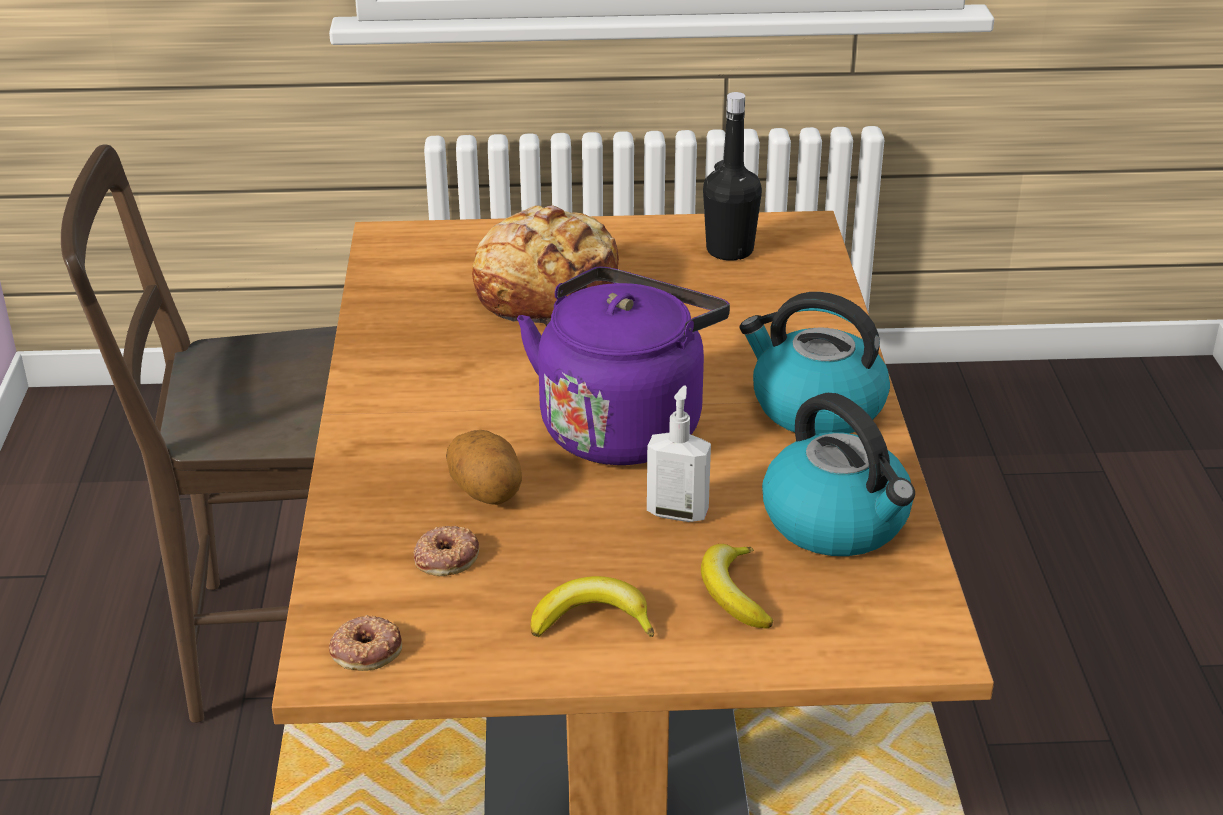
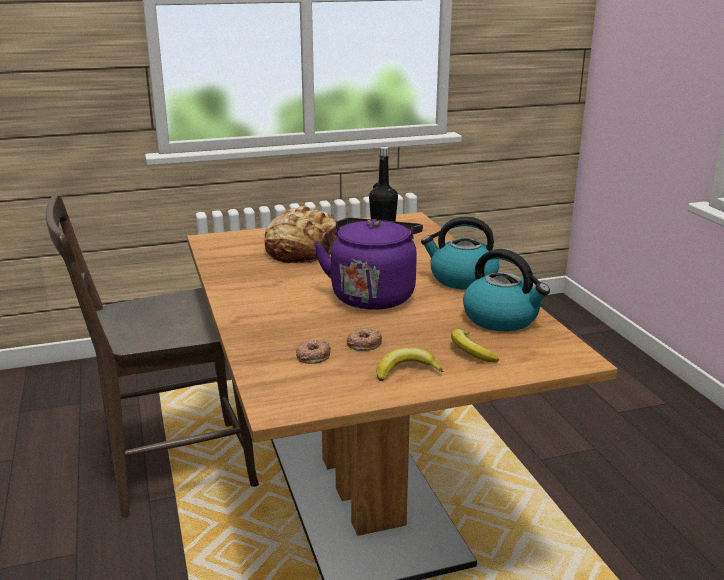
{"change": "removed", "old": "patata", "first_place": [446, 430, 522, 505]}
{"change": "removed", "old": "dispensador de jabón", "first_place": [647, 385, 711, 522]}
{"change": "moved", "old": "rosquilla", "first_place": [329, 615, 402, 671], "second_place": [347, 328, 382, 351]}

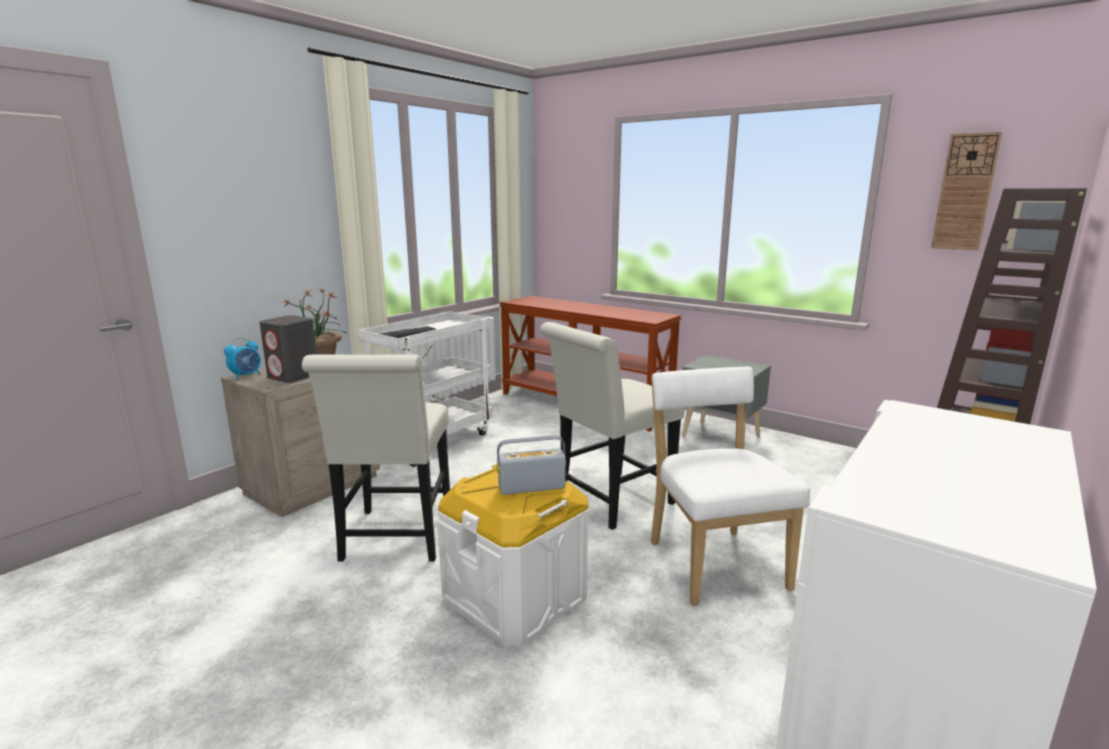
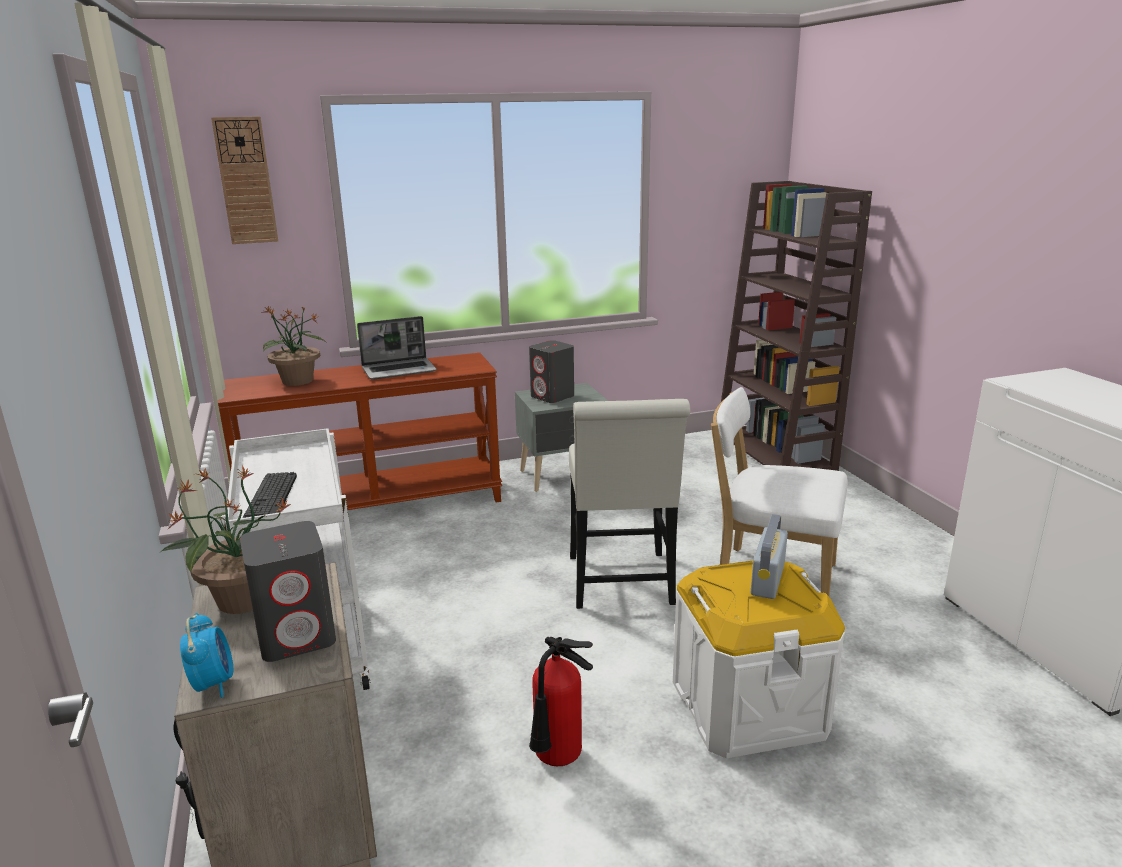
{"change": "added", "new": "planta en maceta", "second_place": [263, 306, 327, 386]}
{"change": "added", "new": "portátil", "second_place": [357, 316, 437, 380]}
{"change": "added", "new": "altavoz/gris", "second_place": [529, 340, 574, 403]}
{"change": "moved", "old": "reloj de pared", "first_place": [931, 132, 1002, 250], "second_place": [211, 117, 278, 244]}
{"change": "replaced", "old": "silla/blanco", "new": "extintor", "first_place": [302, 355, 450, 561], "second_place": [529, 637, 593, 766]}

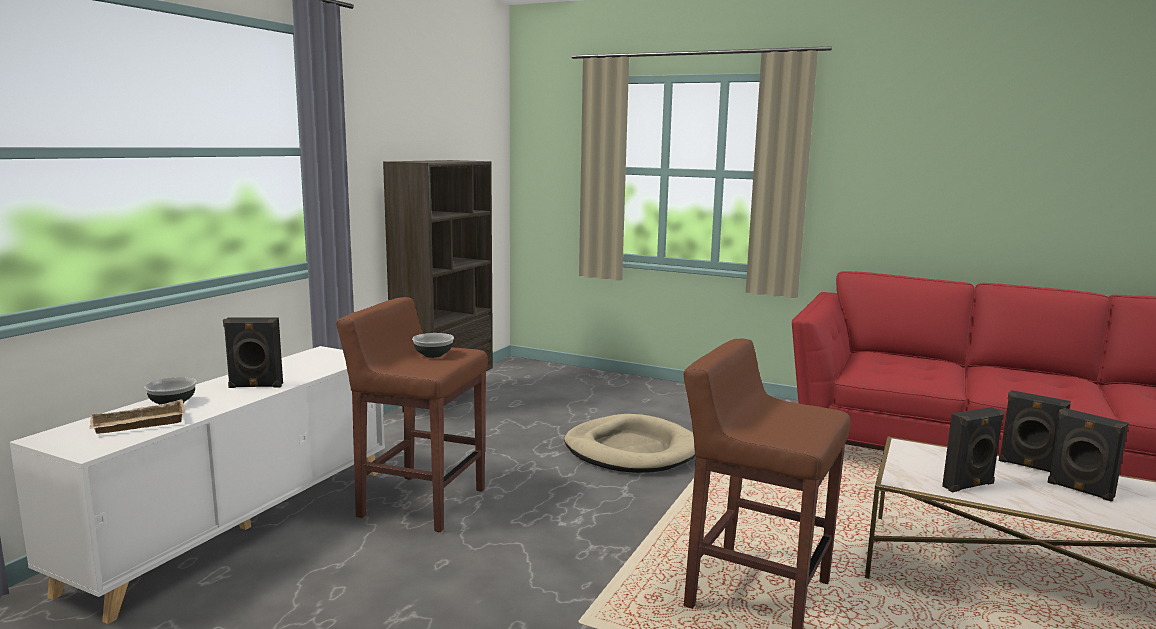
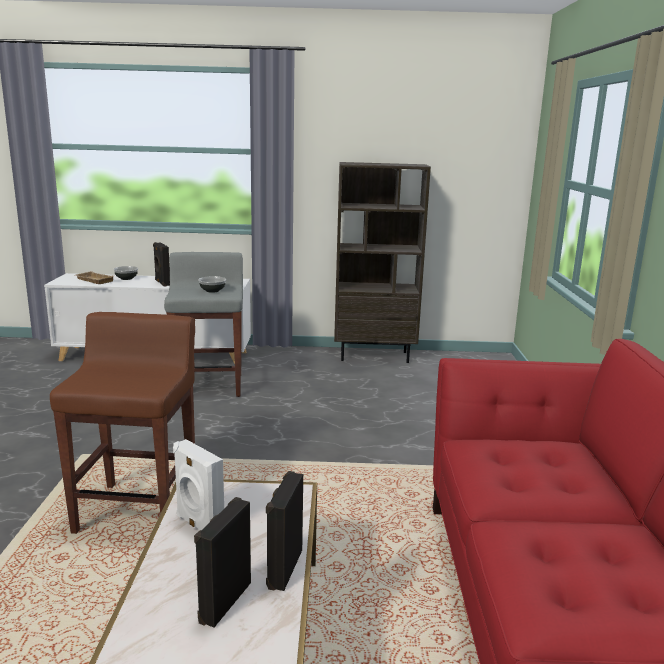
{"change": "removed", "old": "cama para perro/beis", "first_place": [564, 414, 695, 473]}
{"change": "recoloured", "old": "taburete/marrón", "new": "taburete/gris", "first_place": [337, 297, 488, 532], "second_place": [164, 252, 243, 397]}
{"change": "recoloured", "old": "altavoz/negro", "new": "altavoz/blanco", "first_place": [942, 407, 1004, 492], "second_place": [173, 439, 224, 530]}

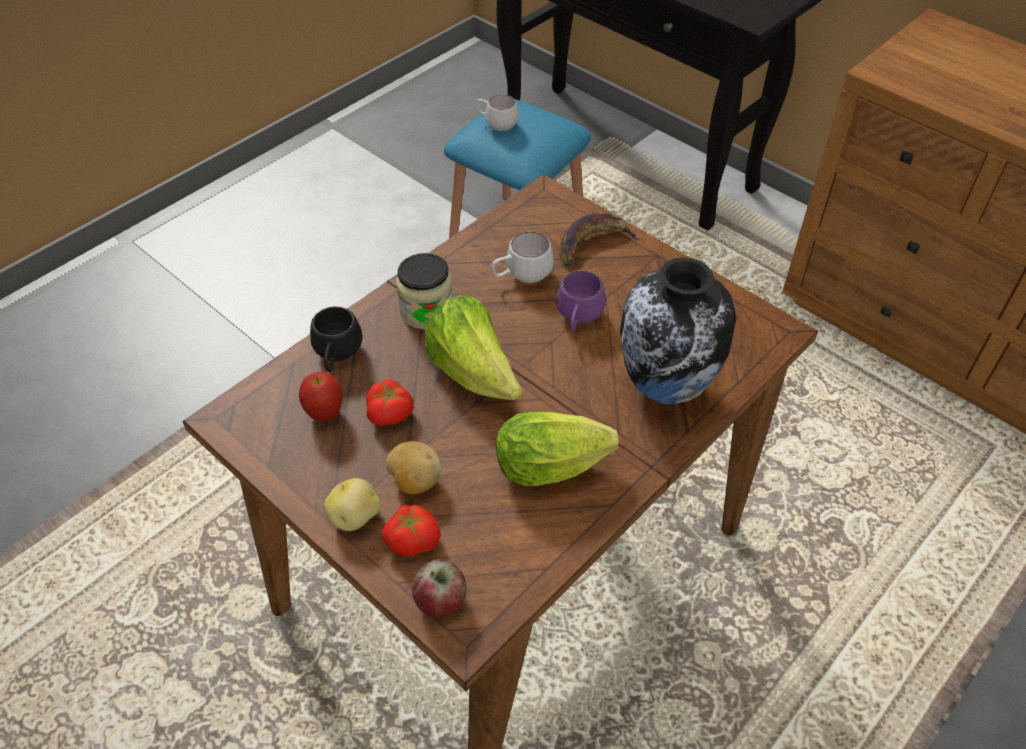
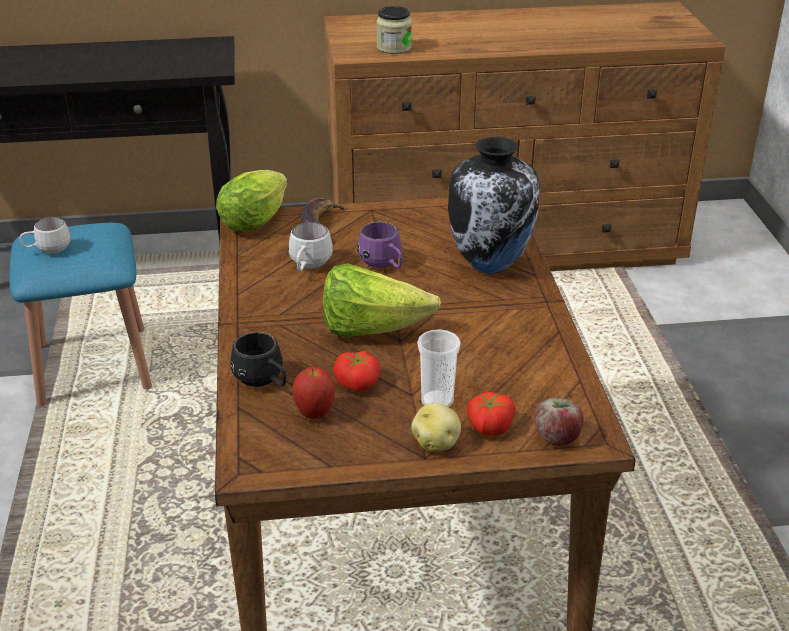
{"change": "moved", "old": "tarro", "first_place": [396, 253, 453, 329], "second_place": [376, 6, 412, 54]}
{"change": "moved", "old": "lechuga", "first_place": [496, 412, 619, 486], "second_place": [216, 170, 287, 232]}
{"change": "replaced", "old": "patata", "new": "taza", "first_place": [386, 441, 441, 494], "second_place": [417, 329, 461, 407]}

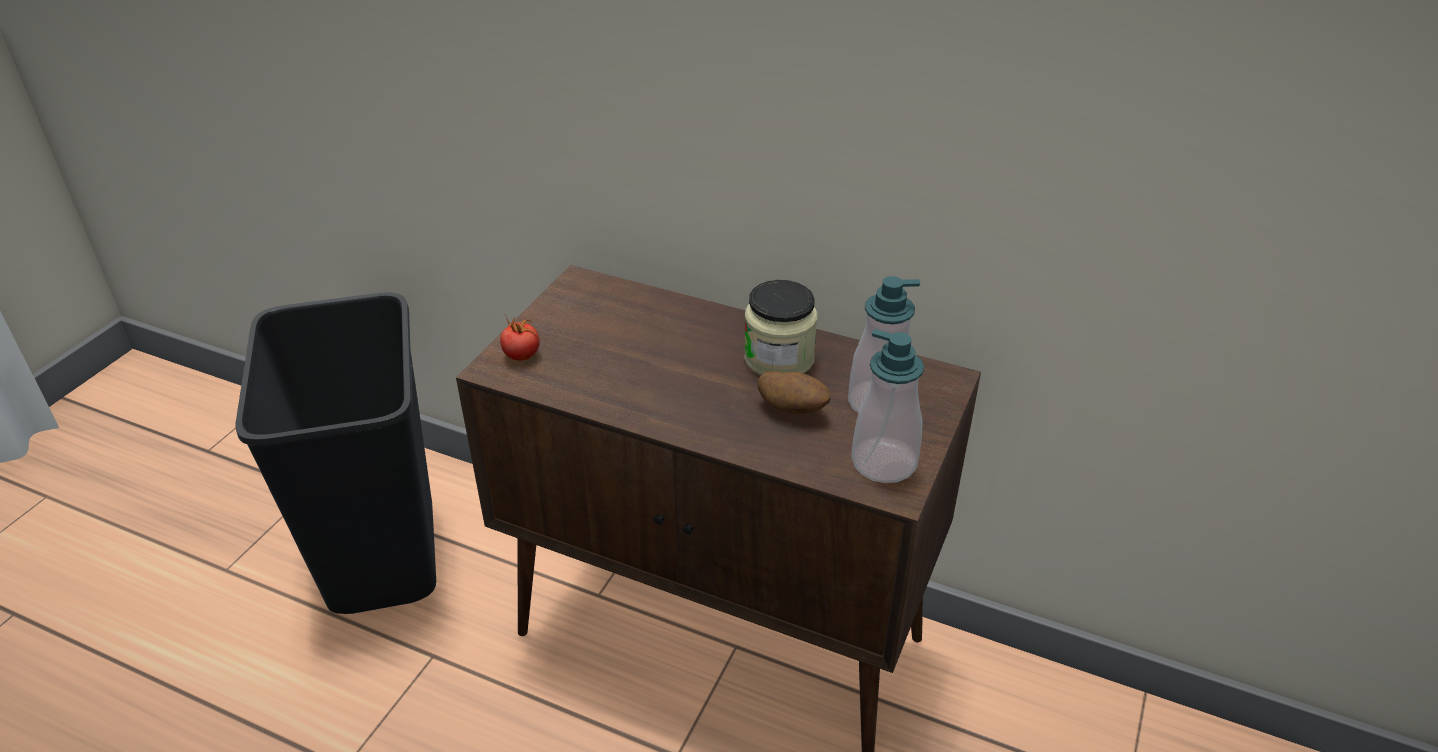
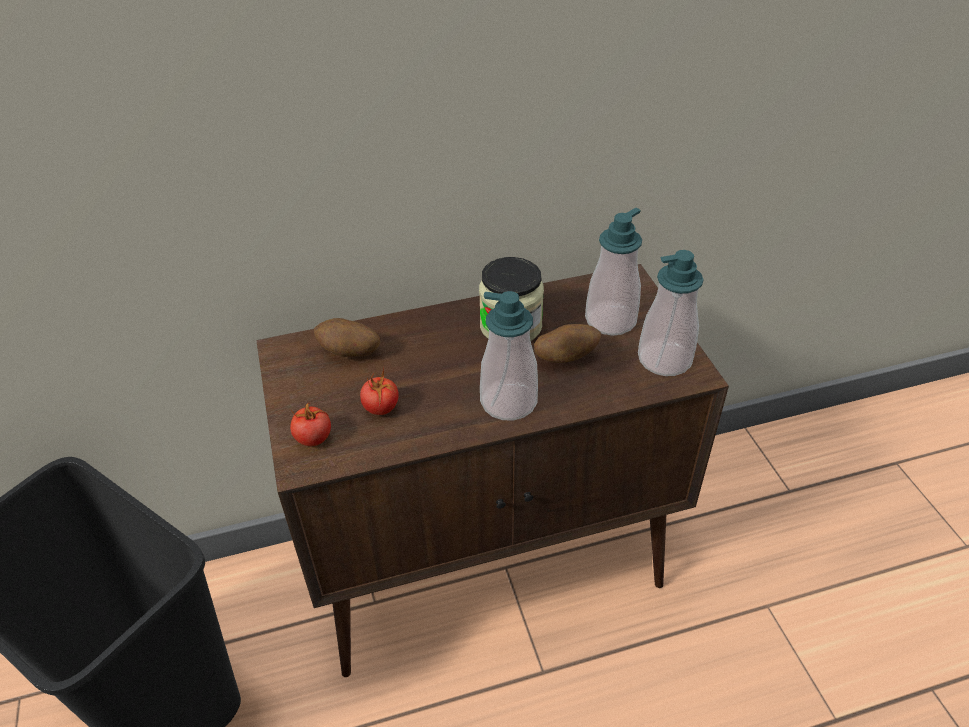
{"change": "added", "new": "patata", "second_place": [314, 318, 380, 357]}
{"change": "added", "new": "tomate", "second_place": [360, 367, 399, 415]}
{"change": "added", "new": "dispensador de jabón", "second_place": [480, 291, 538, 420]}

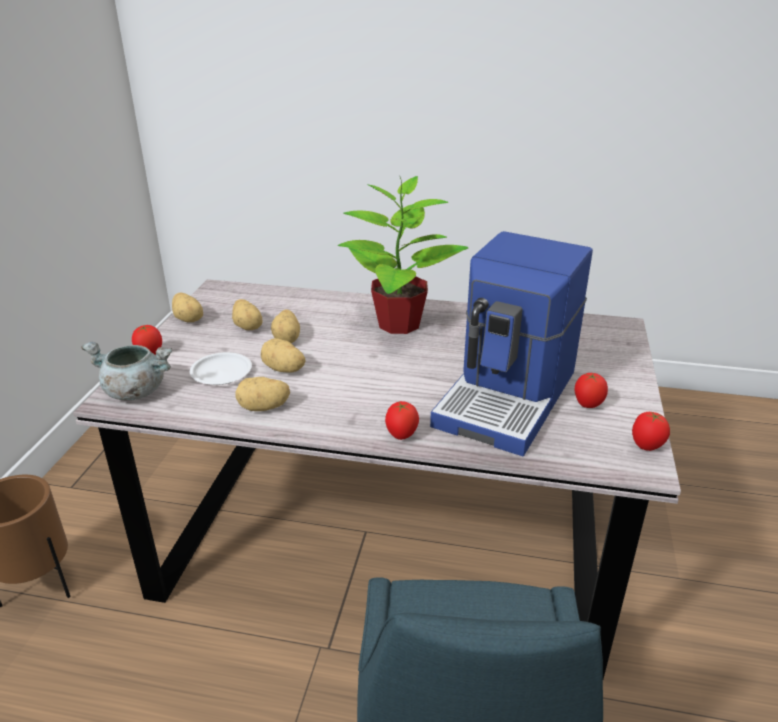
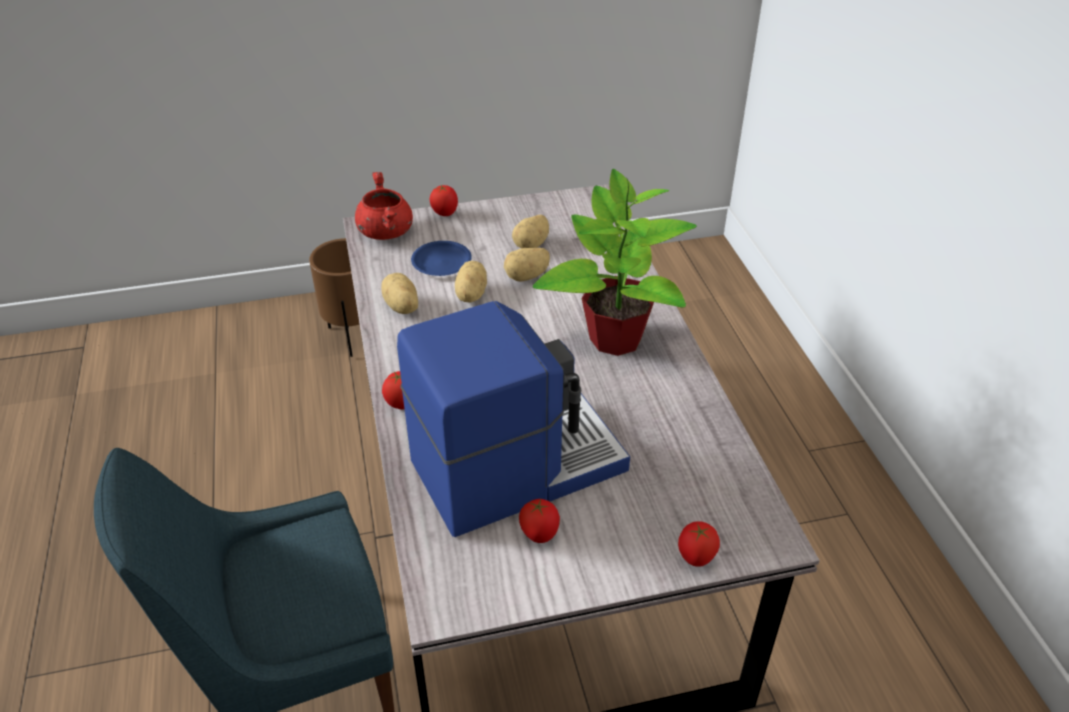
{"change": "removed", "old": "patata", "first_place": [172, 293, 203, 322]}
{"change": "moved", "old": "tomate", "first_place": [632, 412, 670, 451], "second_place": [678, 521, 720, 567]}
{"change": "recoloured", "old": "olla/gris", "new": "olla/rojo", "first_place": [81, 342, 172, 401], "second_place": [355, 172, 413, 240]}
{"change": "recoloured", "old": "plato/blanco", "new": "plato/azul", "first_place": [190, 352, 252, 385], "second_place": [411, 241, 472, 276]}
{"change": "turned", "old": "cafetera", "first_place": [430, 231, 593, 456], "second_place": [397, 301, 630, 537], "degrees": 150}

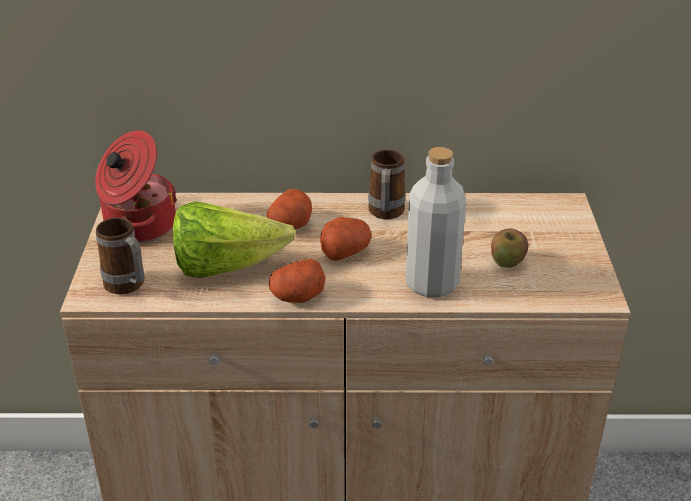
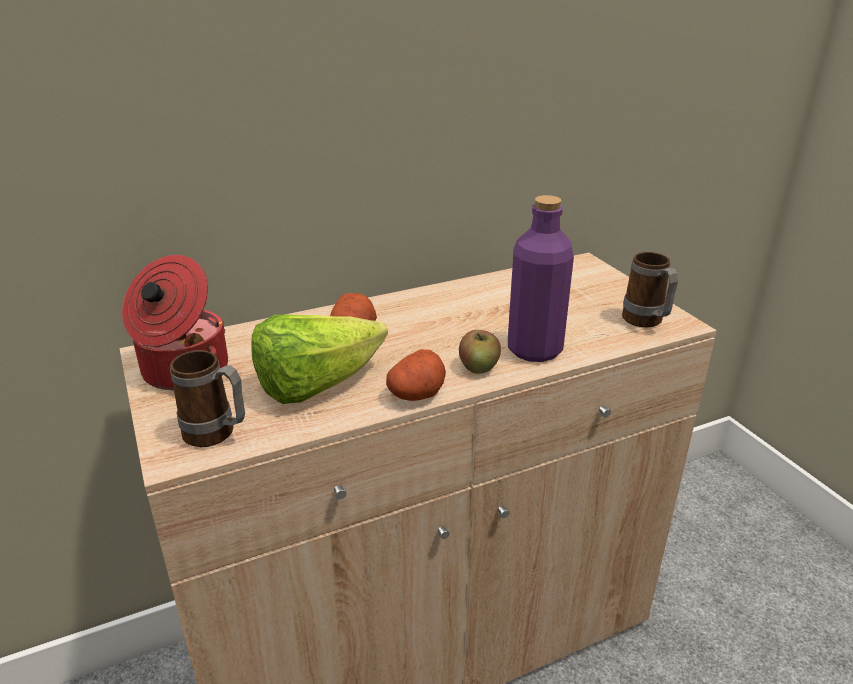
{"change": "removed", "old": "patata", "first_place": [320, 217, 372, 261]}
{"change": "moved", "old": "taza grande", "first_place": [368, 150, 406, 219], "second_place": [622, 252, 678, 328]}
{"change": "moved", "old": "manzana", "first_place": [491, 228, 528, 268], "second_place": [459, 330, 501, 374]}
{"change": "recoloured", "old": "botella/gris", "new": "botella/morado", "first_place": [406, 147, 466, 298], "second_place": [508, 195, 574, 362]}

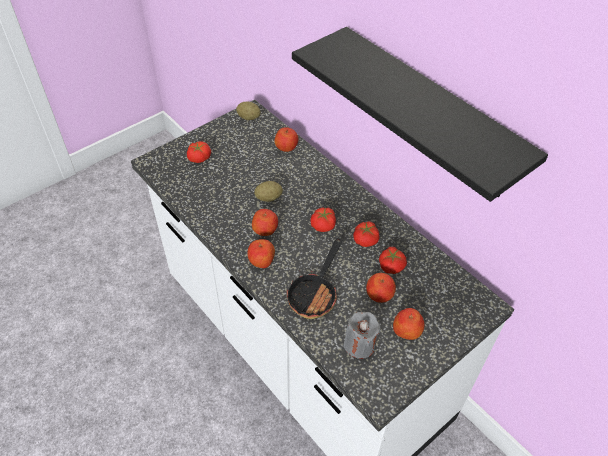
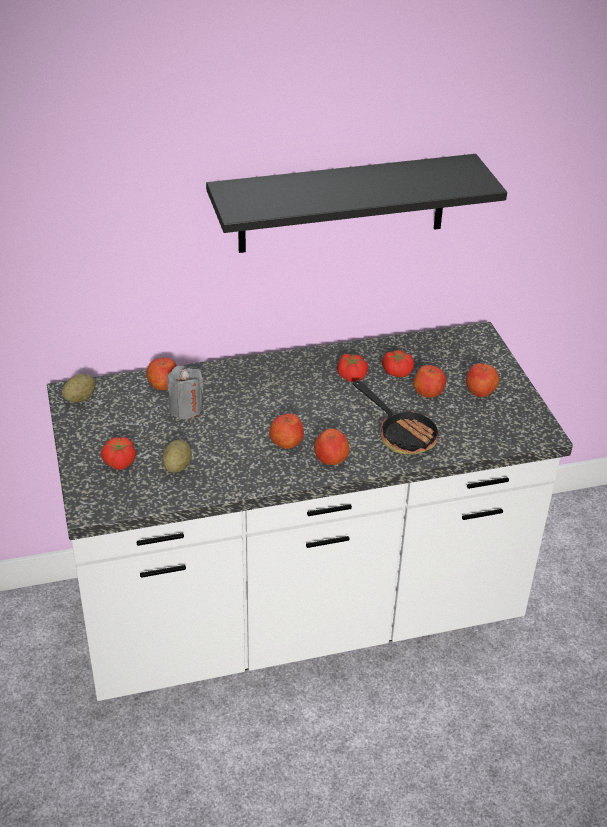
{"change": "removed", "old": "tomate", "first_place": [310, 207, 336, 232]}
{"change": "moved", "old": "patata", "first_place": [254, 181, 283, 202], "second_place": [163, 439, 192, 473]}
{"change": "moved", "old": "vela/gris", "first_place": [343, 312, 381, 359], "second_place": [167, 366, 204, 419]}

